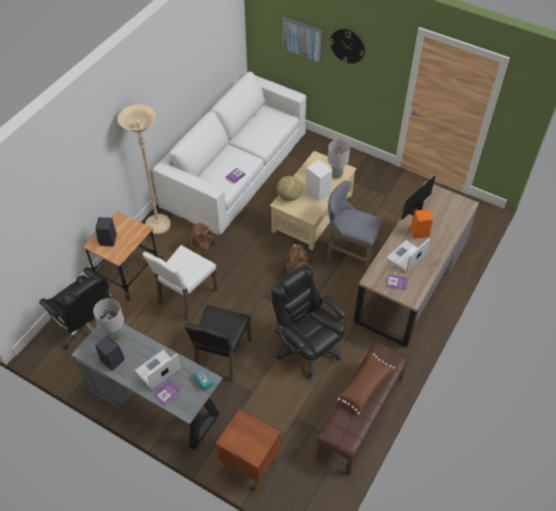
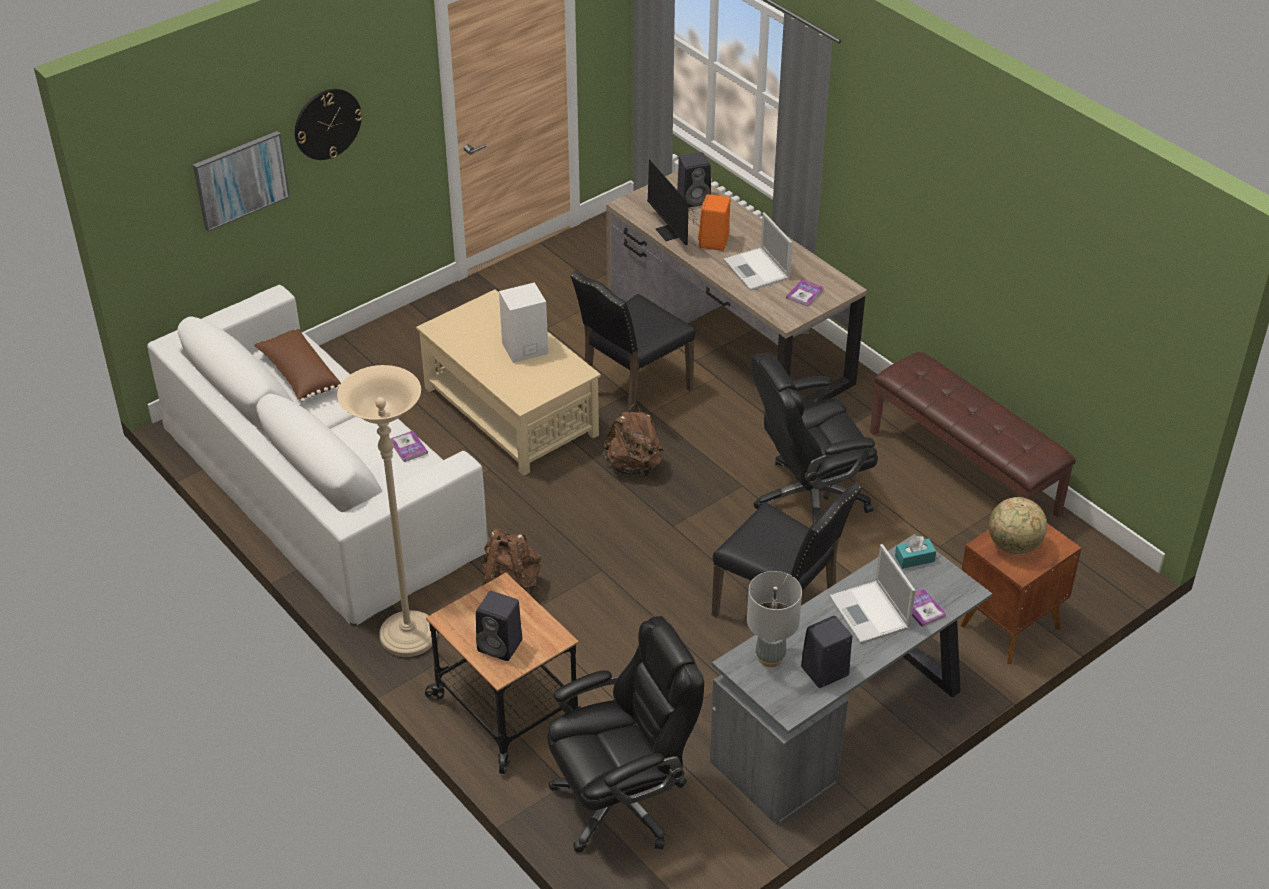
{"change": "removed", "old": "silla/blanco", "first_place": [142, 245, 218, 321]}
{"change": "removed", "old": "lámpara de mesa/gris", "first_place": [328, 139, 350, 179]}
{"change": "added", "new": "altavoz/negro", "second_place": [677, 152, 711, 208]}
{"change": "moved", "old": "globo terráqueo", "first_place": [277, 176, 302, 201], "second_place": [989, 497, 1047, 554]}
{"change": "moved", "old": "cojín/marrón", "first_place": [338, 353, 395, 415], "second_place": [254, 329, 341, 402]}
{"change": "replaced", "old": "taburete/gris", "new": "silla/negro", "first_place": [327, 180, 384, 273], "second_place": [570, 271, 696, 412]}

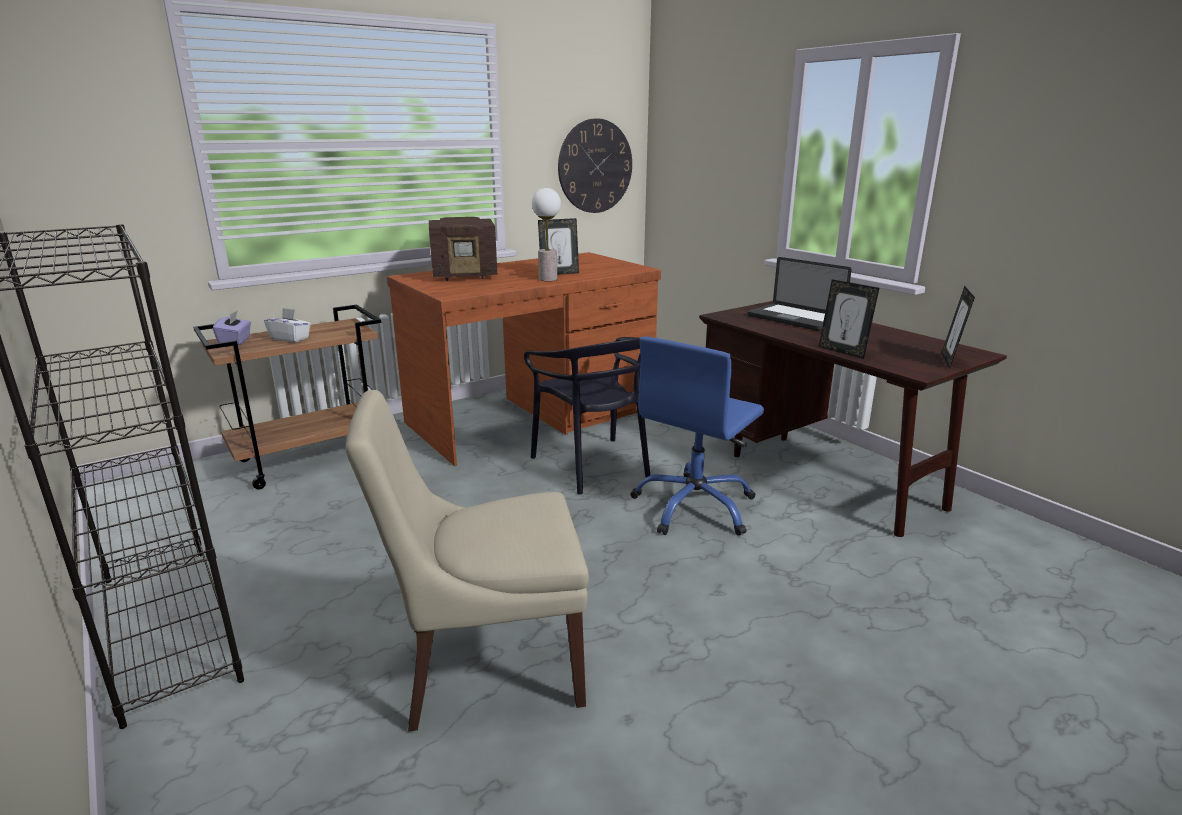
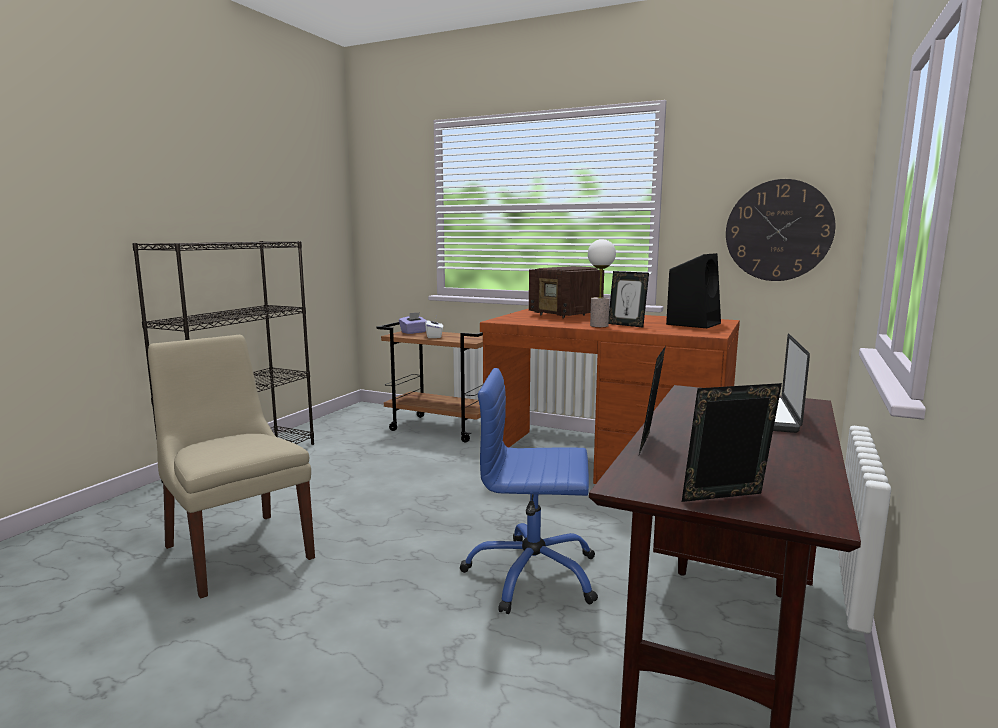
{"change": "removed", "old": "silla/negro", "first_place": [524, 337, 650, 495]}
{"change": "added", "new": "altavoz/negro", "second_place": [666, 253, 721, 328]}

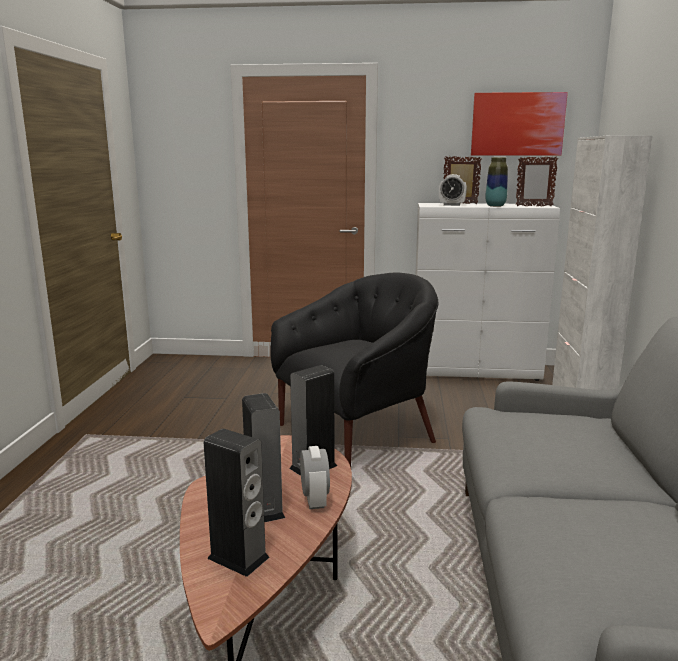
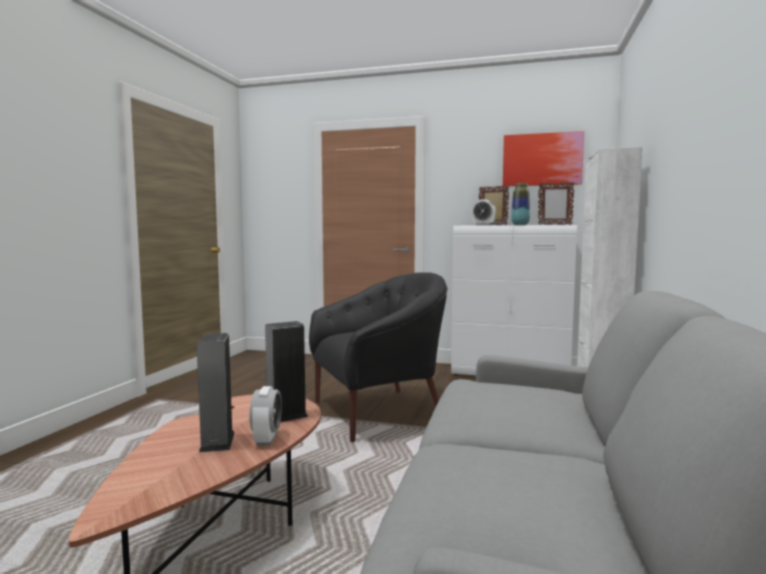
{"change": "removed", "old": "altavoz", "first_place": [204, 428, 270, 577]}

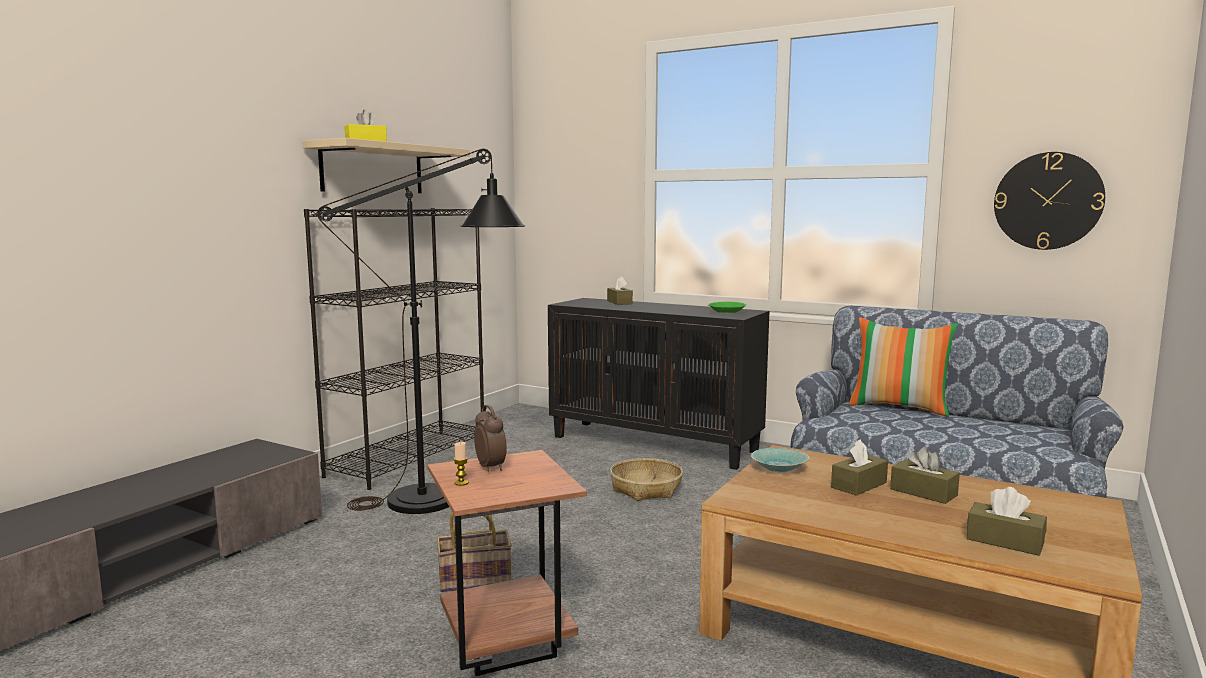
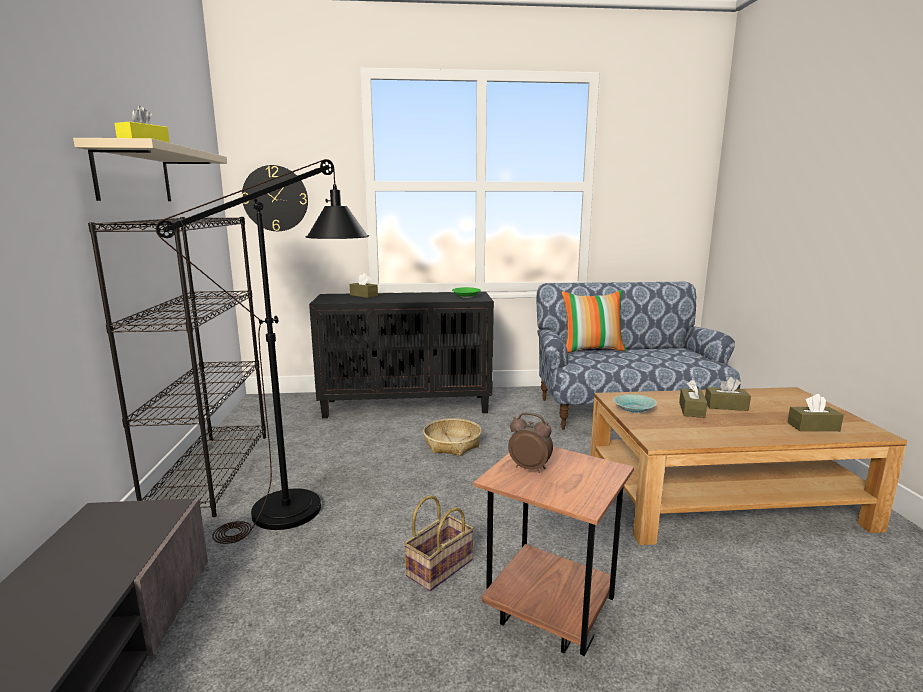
{"change": "removed", "old": "vela", "first_place": [453, 442, 469, 486]}
{"change": "moved", "old": "reloj de pared", "first_place": [994, 152, 1105, 250], "second_place": [242, 165, 308, 231]}

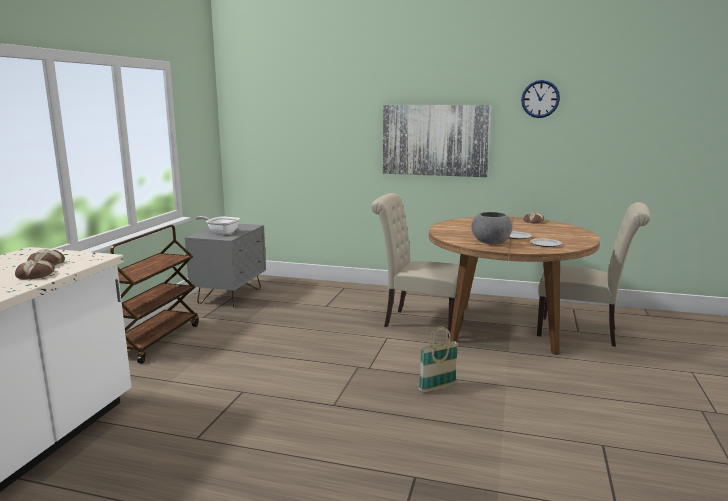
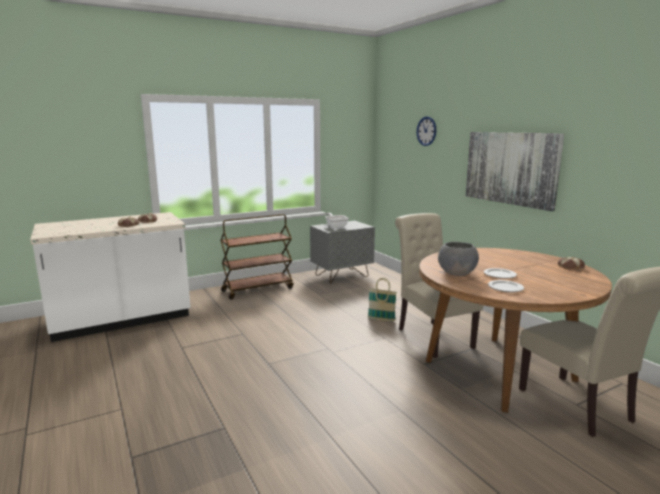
{"change": "moved", "old": "cesta", "first_place": [419, 326, 458, 393], "second_place": [368, 278, 397, 321]}
{"change": "moved", "old": "reloj de pared", "first_place": [521, 80, 560, 118], "second_place": [416, 116, 436, 146]}

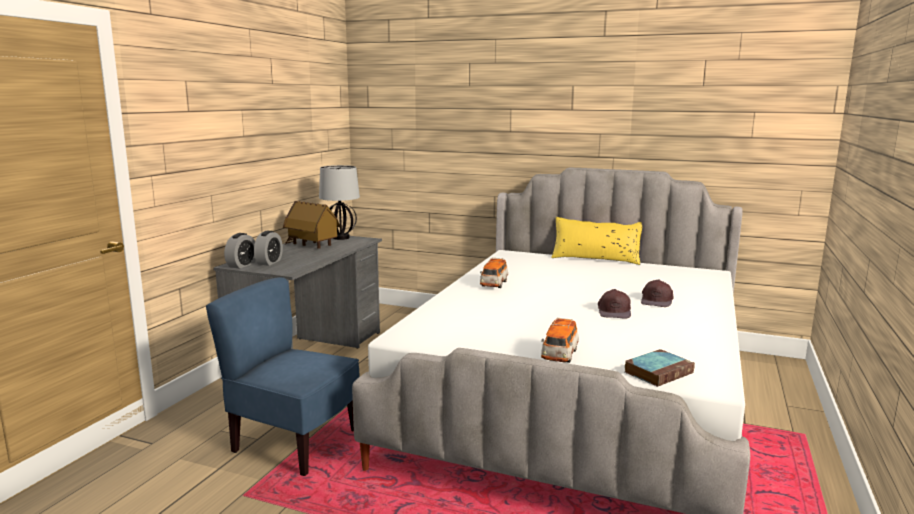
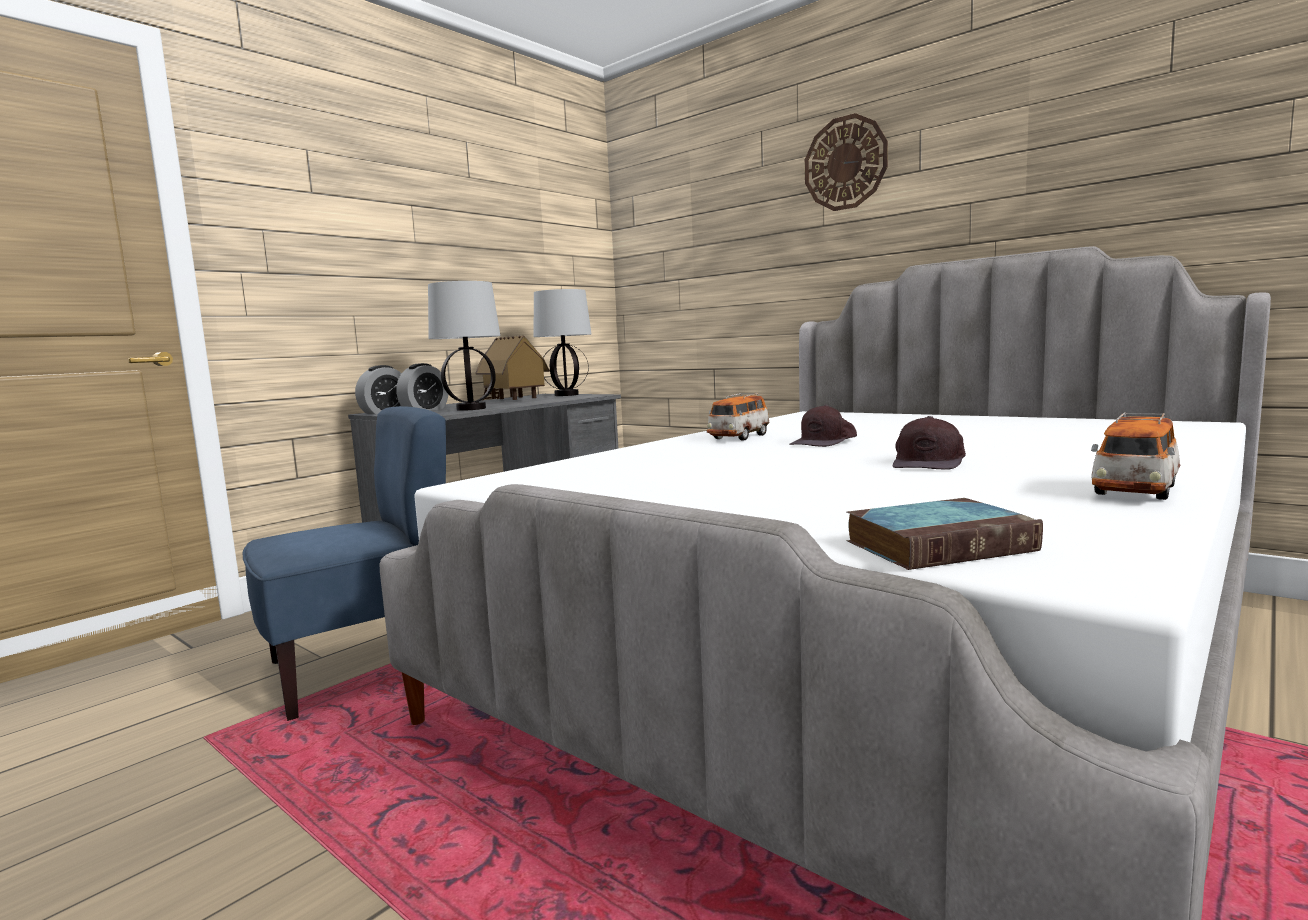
{"change": "removed", "old": "cojín/amarillo", "first_place": [551, 217, 642, 265]}
{"change": "added", "new": "lámpara de mesa", "second_place": [428, 281, 500, 411]}
{"change": "added", "new": "reloj de pared", "second_place": [805, 113, 888, 211]}
{"change": "moved", "old": "coche de juguete", "first_place": [541, 317, 579, 363], "second_place": [1091, 412, 1181, 500]}
{"change": "moved", "old": "gorra/marrón", "first_place": [641, 279, 674, 307], "second_place": [789, 405, 857, 447]}
{"change": "turned", "old": "silla/azul", "first_place": [206, 277, 360, 476], "second_place": [242, 406, 446, 721], "degrees": 105}

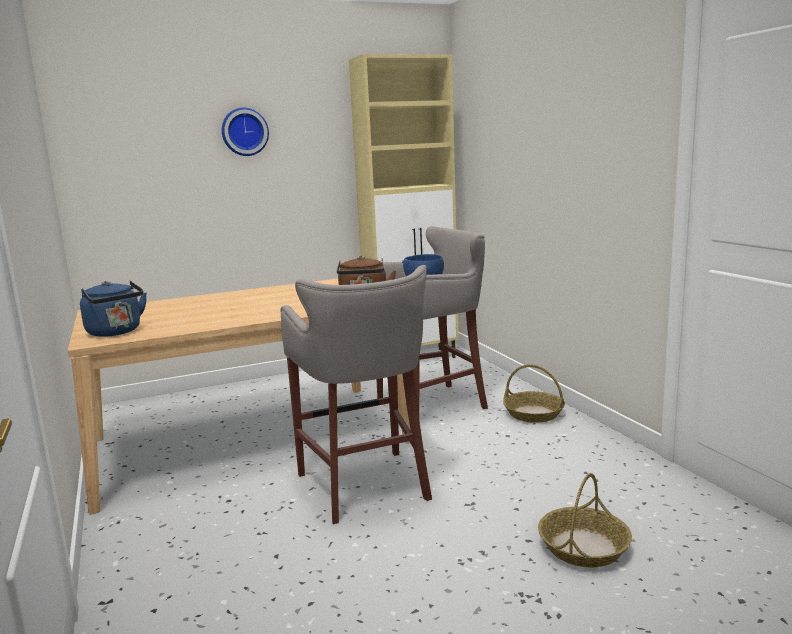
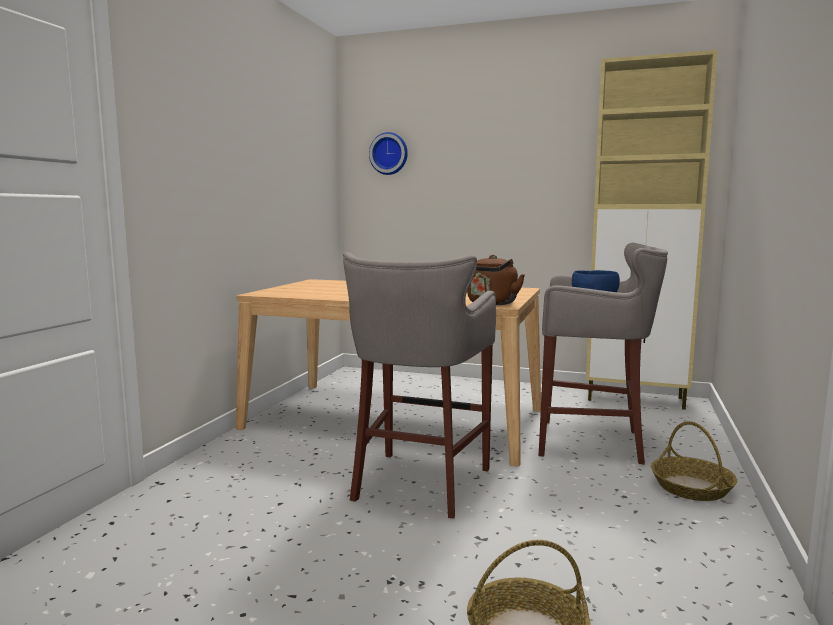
{"change": "removed", "old": "hervidor/azul", "first_place": [80, 281, 147, 337]}
{"change": "moved", "old": "reloj de pared", "first_place": [222, 108, 269, 156], "second_place": [369, 132, 408, 175]}

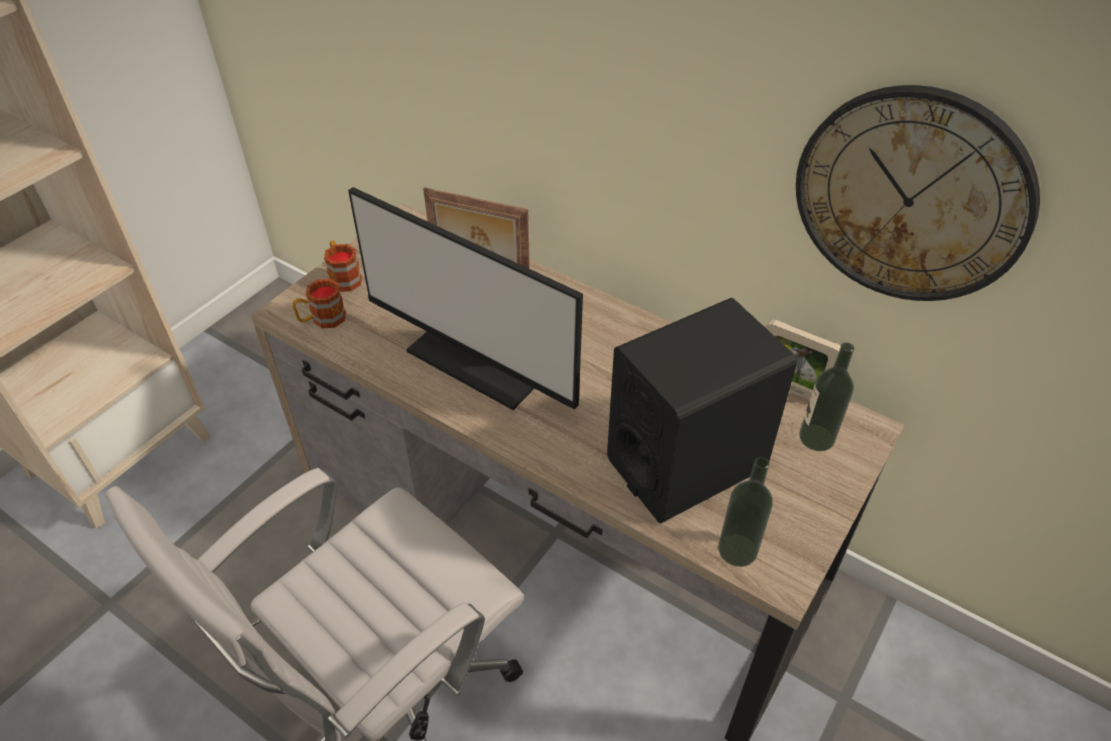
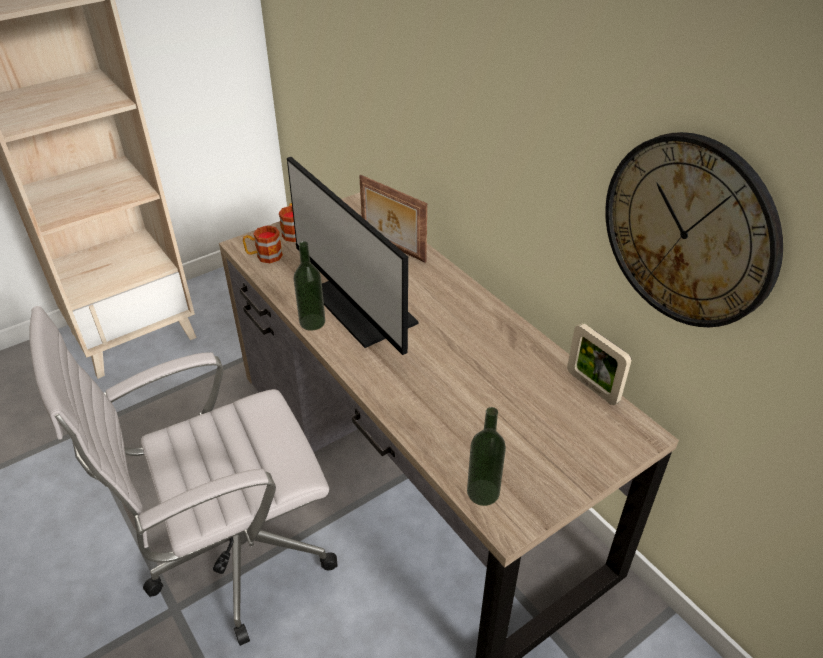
{"change": "removed", "old": "altavoz/negro", "first_place": [607, 298, 797, 523]}
{"change": "moved", "old": "botella", "first_place": [799, 342, 854, 451], "second_place": [293, 241, 325, 331]}

